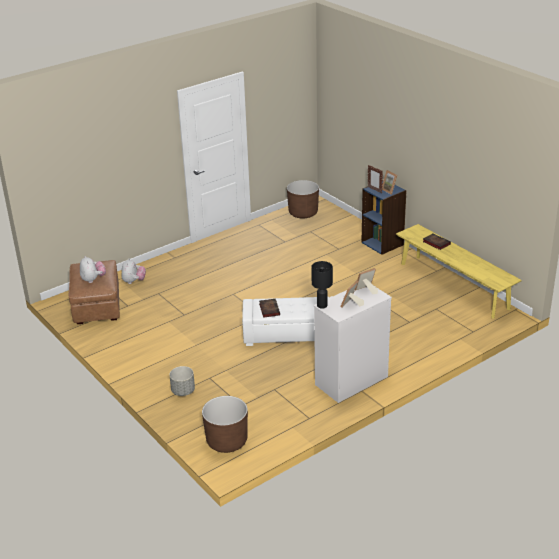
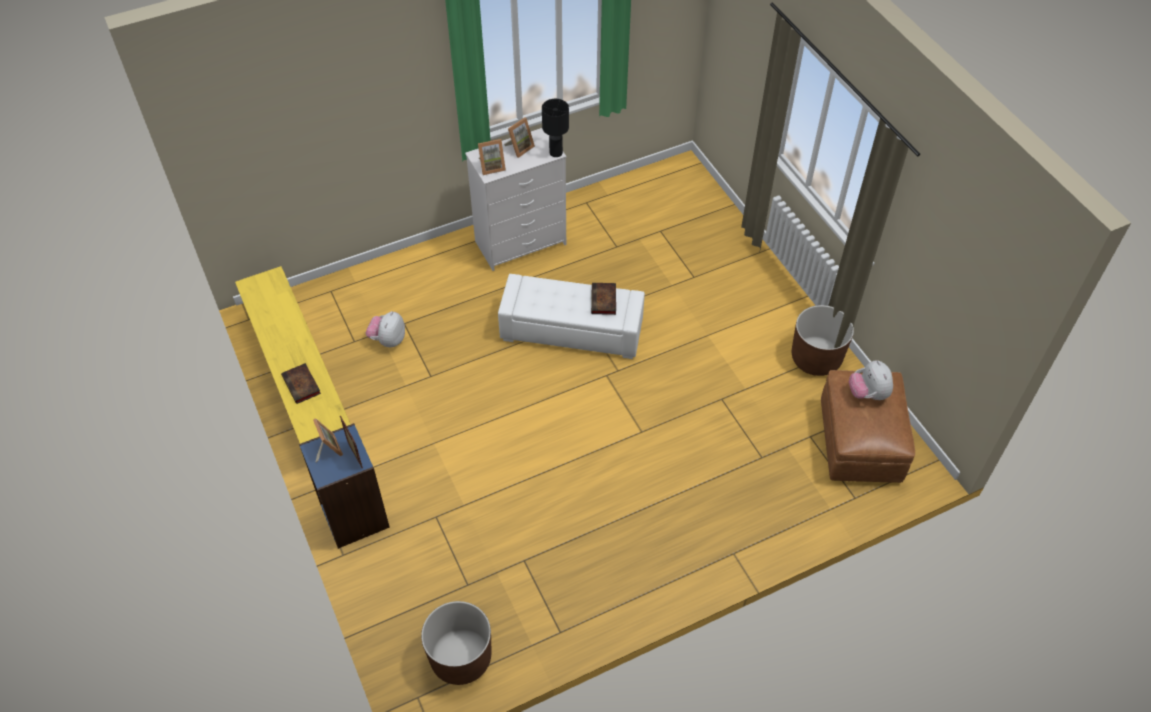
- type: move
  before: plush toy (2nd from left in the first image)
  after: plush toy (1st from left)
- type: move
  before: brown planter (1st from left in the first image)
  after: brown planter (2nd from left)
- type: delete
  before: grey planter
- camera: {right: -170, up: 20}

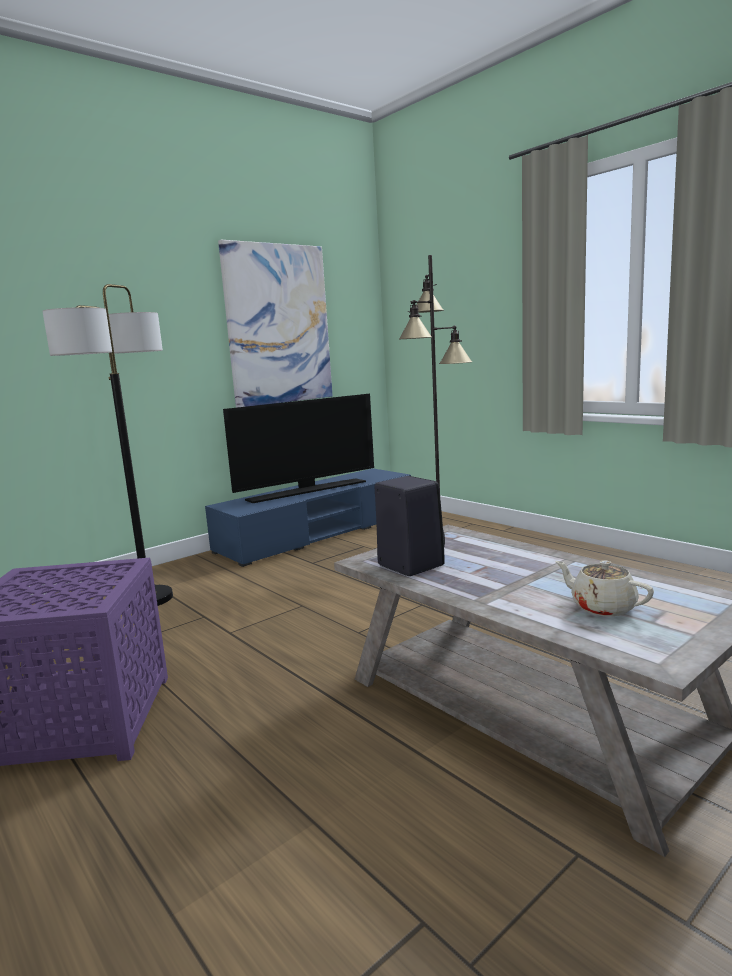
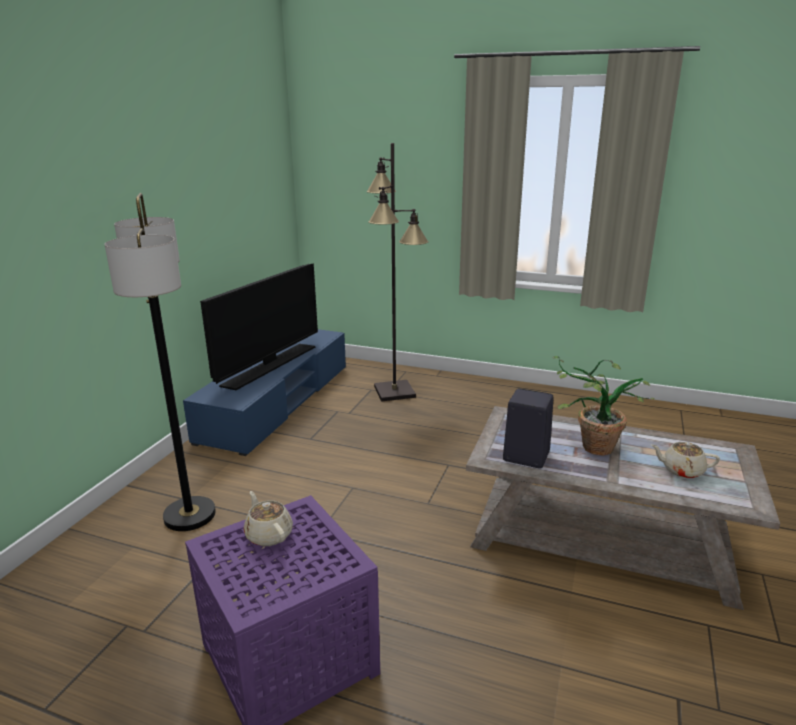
- type: insert
  after: beige teapot (1st from left)
- type: insert
  after: potted plant
- type: delete
  before: picture
- camera: {right: -30, up: 10}

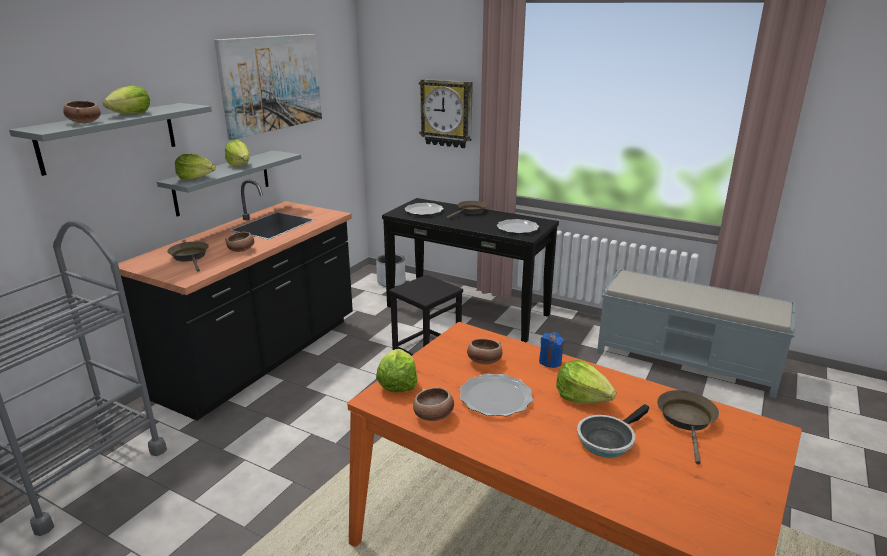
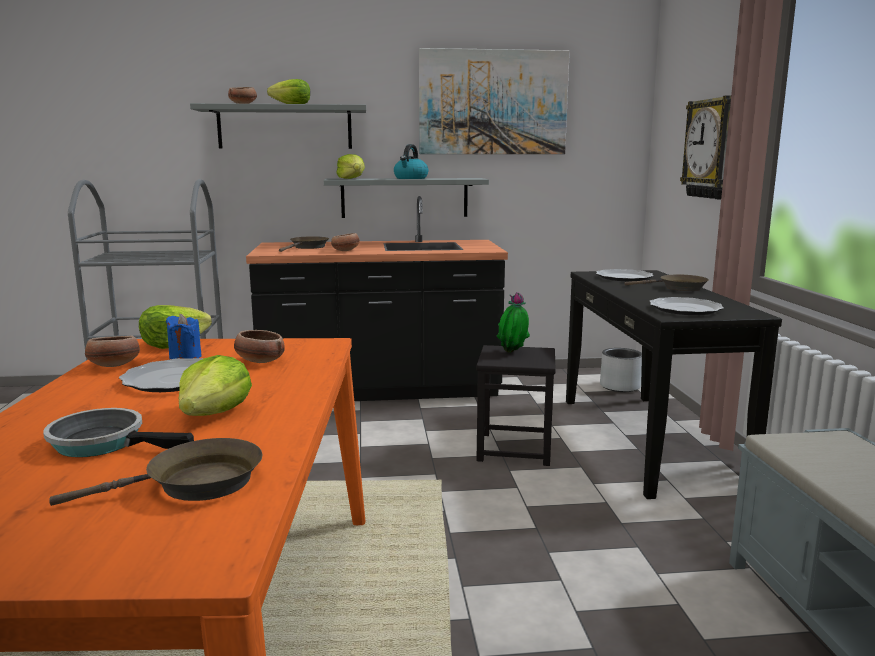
- type: move
  before: blue candle
- type: replace
  before: lettuce (3rd from left)
  after: kettle
- type: insert
  after: potted plant
- camera: {right: 55, up: -10}

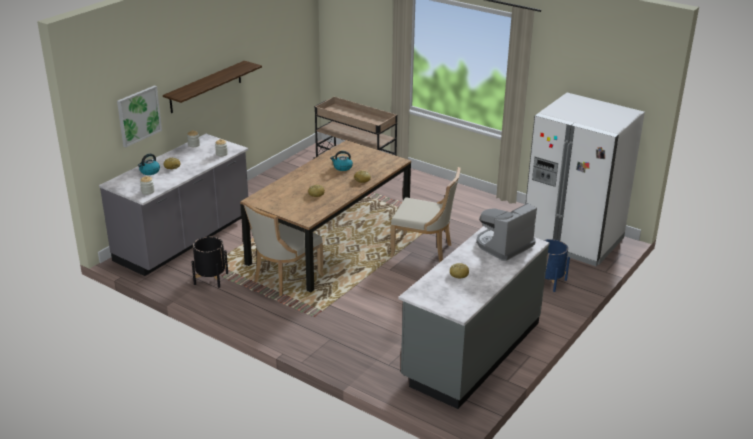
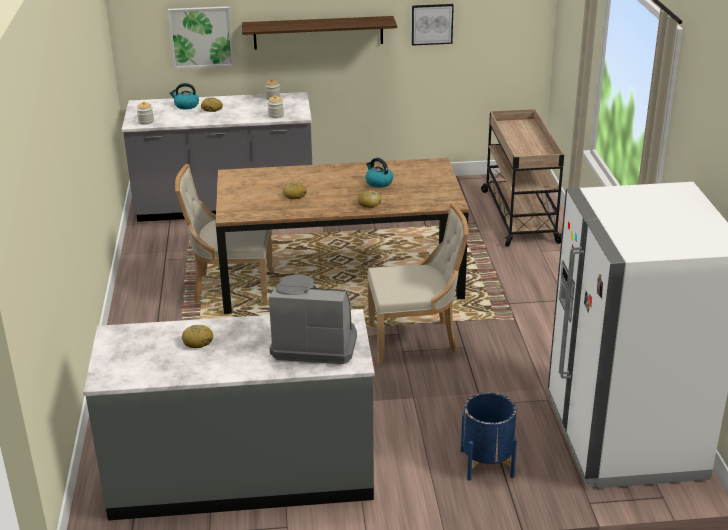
- type: rotate
  before: beige chair (2nd from left)
  turn: -75
- type: insert
  after: picture (2nd from left)
- type: delete
  before: black planter
- camera: {right: 50, up: 0}

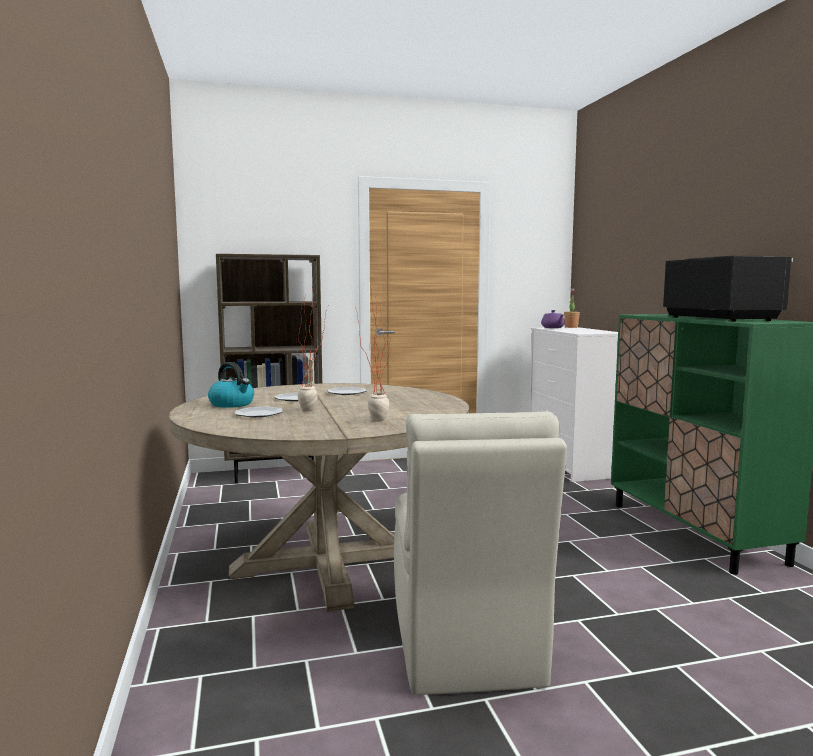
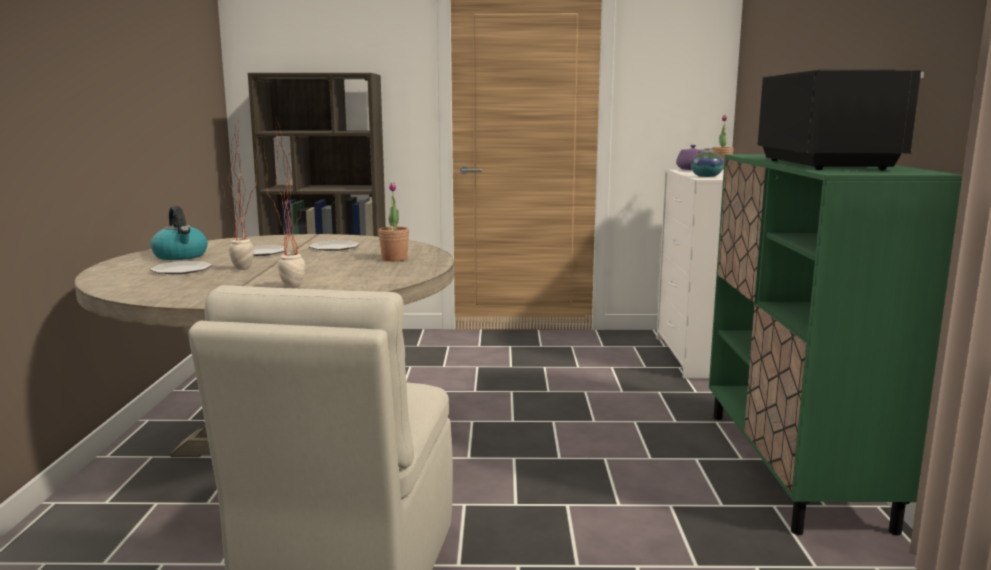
- type: insert
  after: potted plant (3rd from left)
- type: insert
  after: vase
- camera: {right: 15, up: 5}

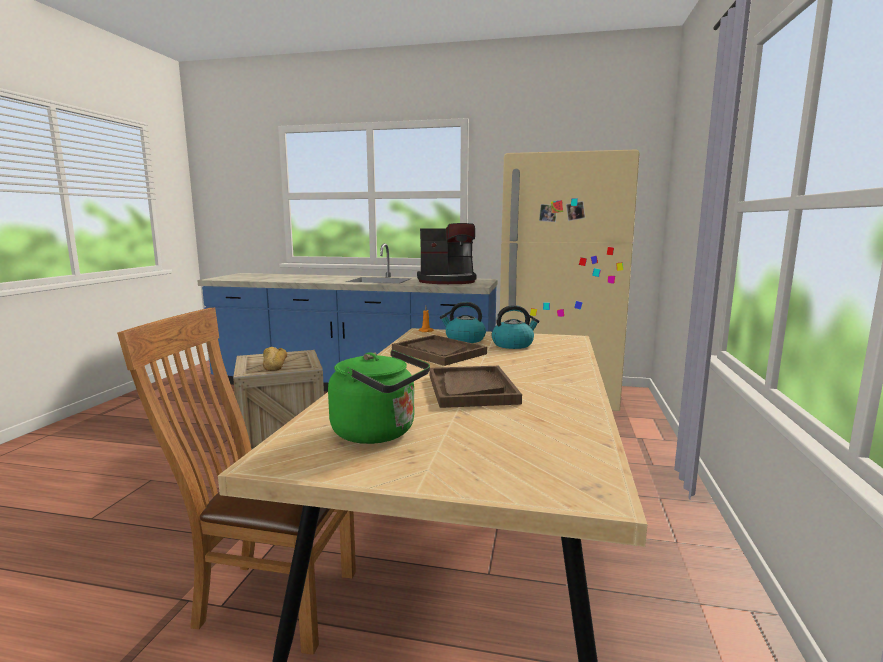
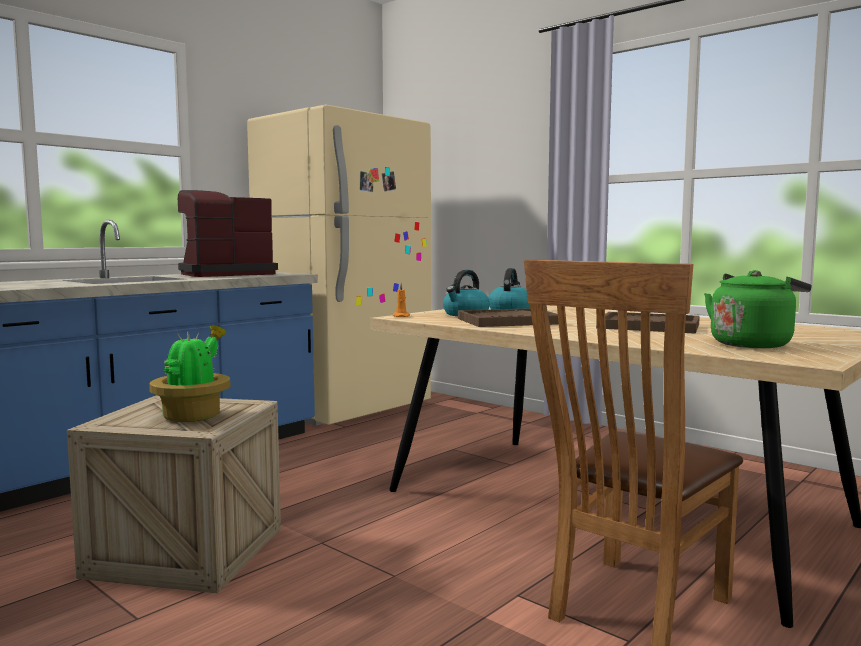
- type: replace
  before: bread
  after: potted plant
- type: rotate
  before: coffee machine
  turn: -150
- camera: {right: -60, up: -5}

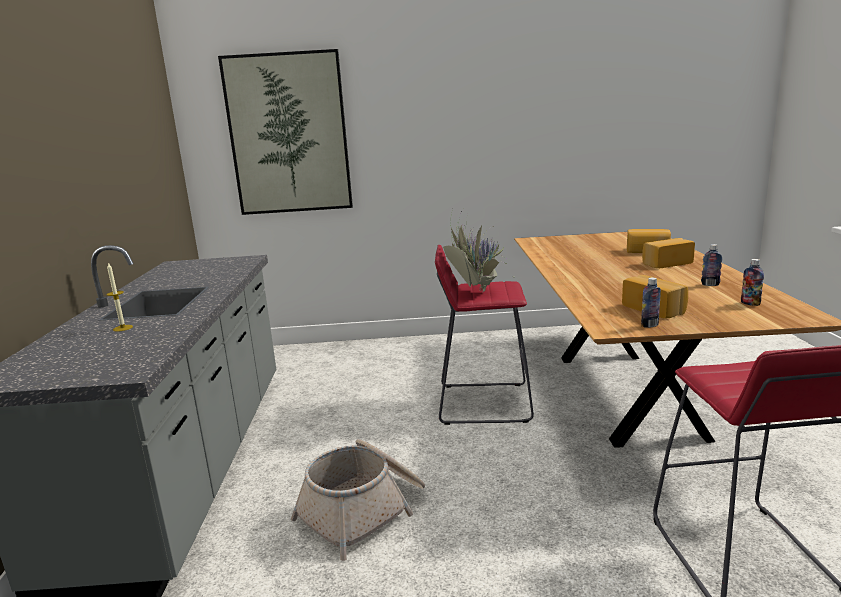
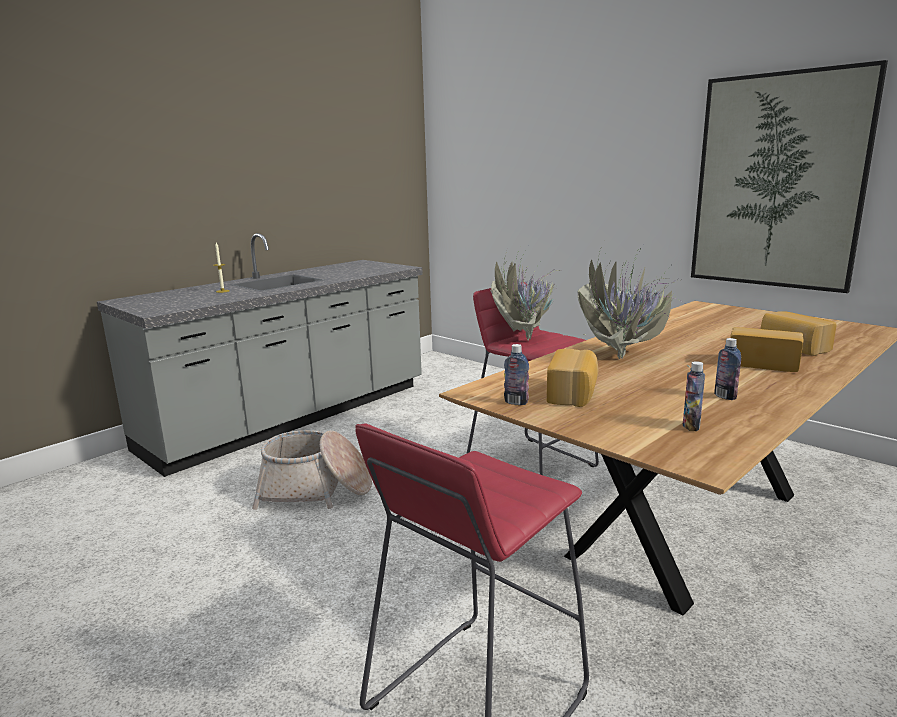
- type: insert
  after: potted plant (2nd from left)
- type: move
  before: picture
- camera: {right: 45, up: 0}

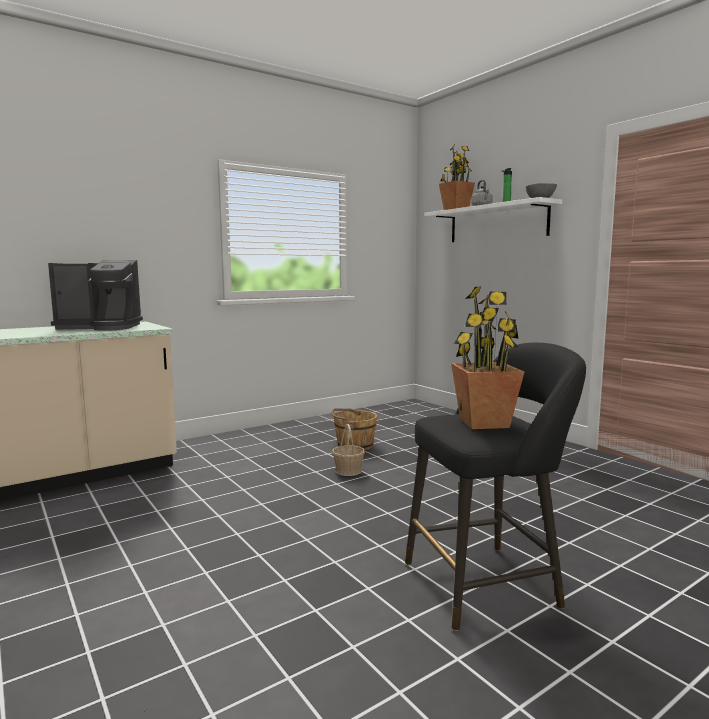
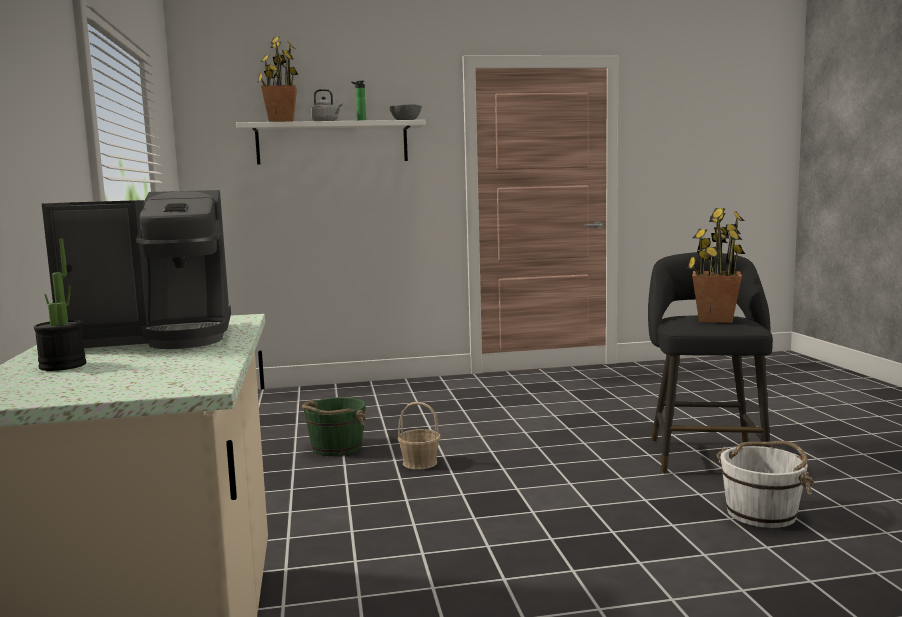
- type: insert
  after: potted plant (1st from left)
- type: rotate
  before: coffee machine
  turn: 60
- type: recolor
  before: brown bucket
  after: green bucket
- type: insert
  after: white bucket
- camera: {right: -65, up: 0}

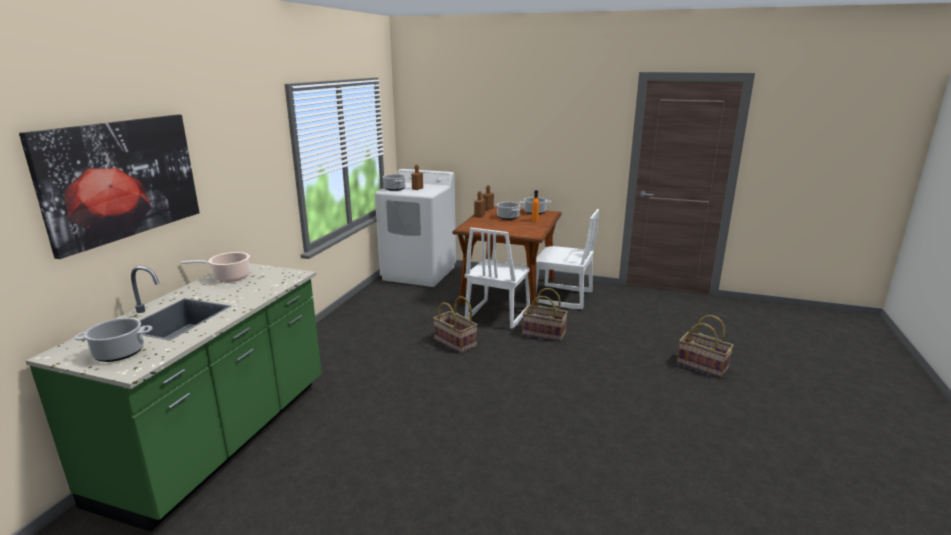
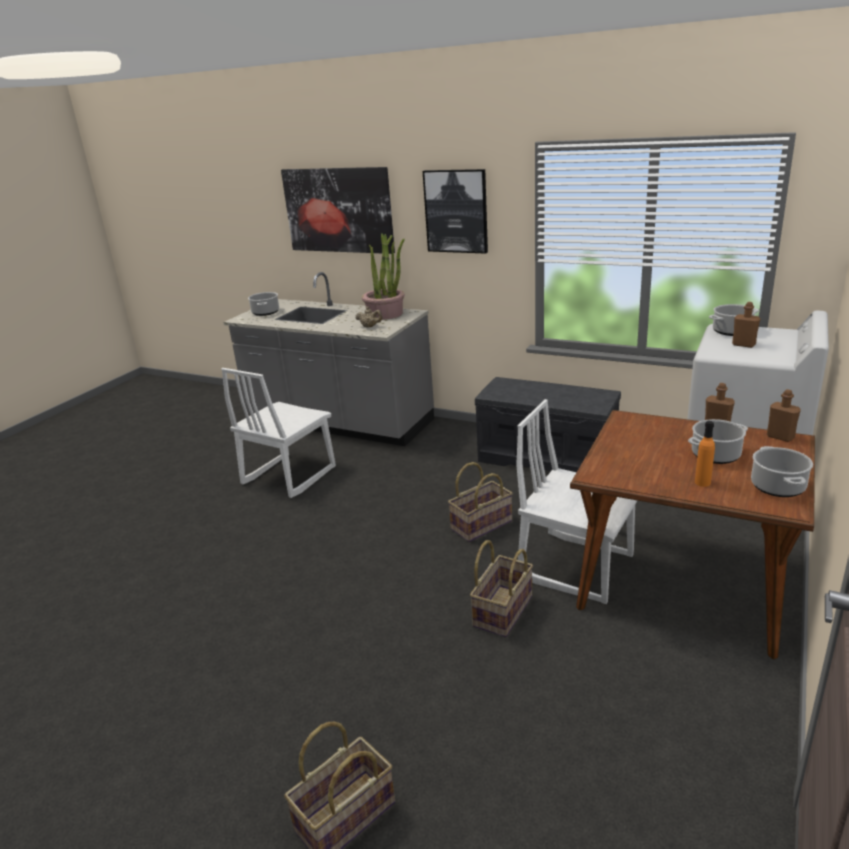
- type: move
  before: white chair (2nd from left in the first image)
  after: white chair (1st from left)
- type: recolor
  before: green counter
  after: grey counter
- type: insert
  after: beige teapot
- type: replace
  before: cooking pot (2nd from left)
  after: potted plant
- type: insert
  after: picture (2nd from left)
- type: insert
  after: grey bench
- camera: {right: 100, up: 5}

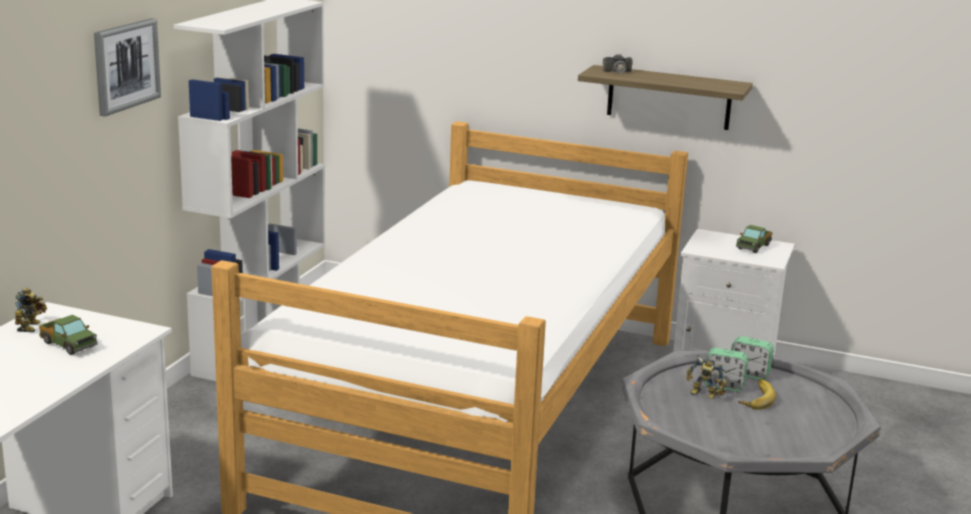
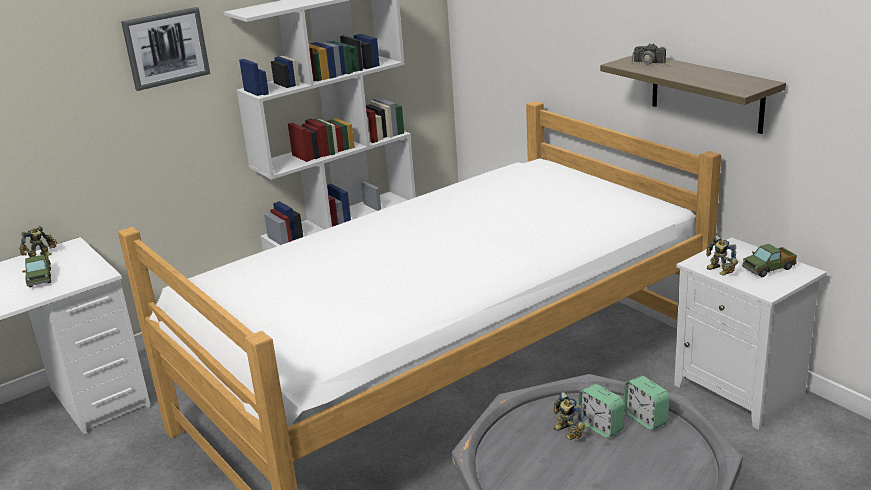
- type: insert
  after: toy robot (3rd from left)
- type: delete
  before: banana
- camera: {right: 35, up: 5}

